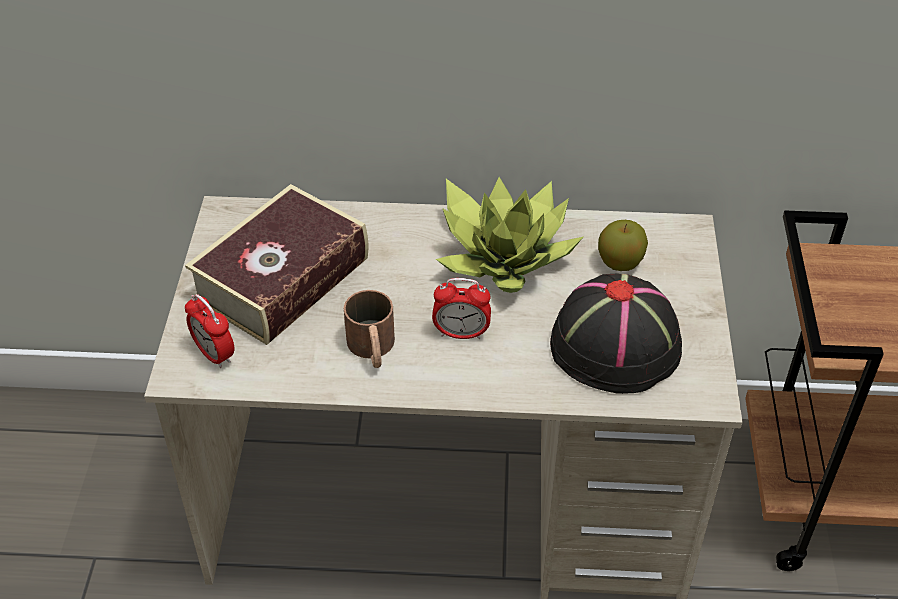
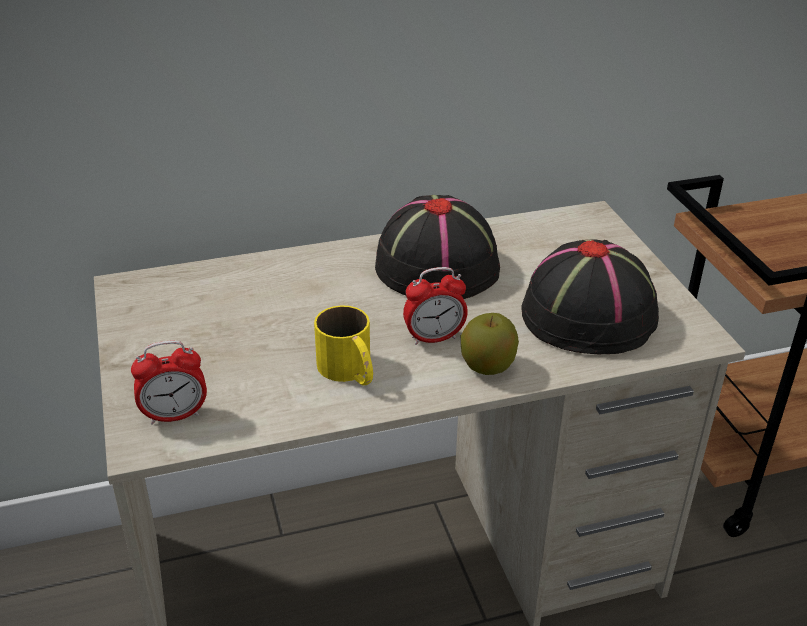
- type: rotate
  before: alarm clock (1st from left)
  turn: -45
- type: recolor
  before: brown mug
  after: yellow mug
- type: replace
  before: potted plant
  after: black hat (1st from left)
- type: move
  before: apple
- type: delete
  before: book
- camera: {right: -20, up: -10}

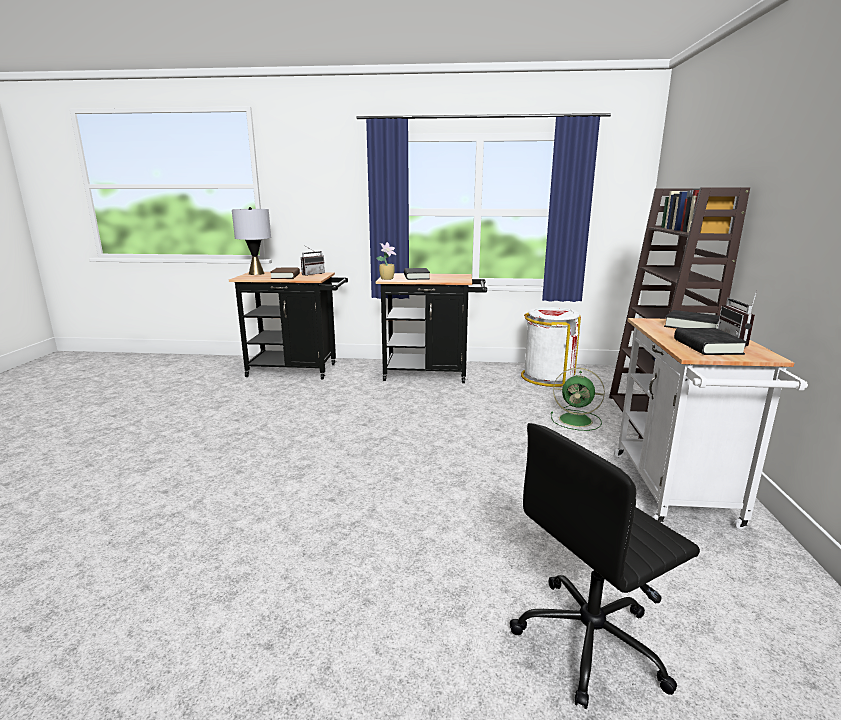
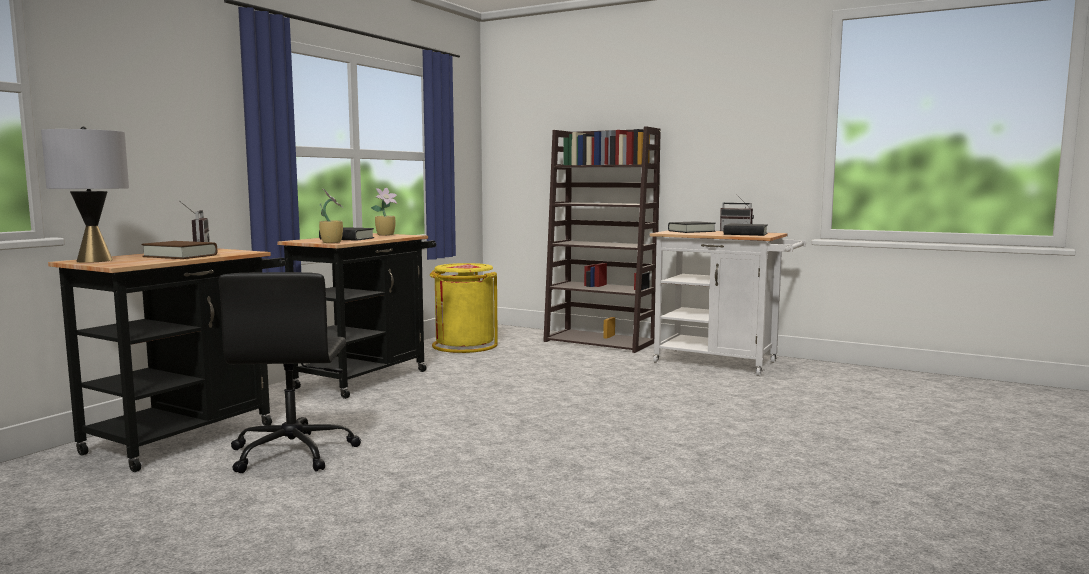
- type: move
  before: black office chair
- type: insert
  after: potted plant (2nd from left)
- type: recolor
  before: white trash can
  after: yellow trash can
- type: delete
  before: green fan
- camera: {right: -65, up: -10}

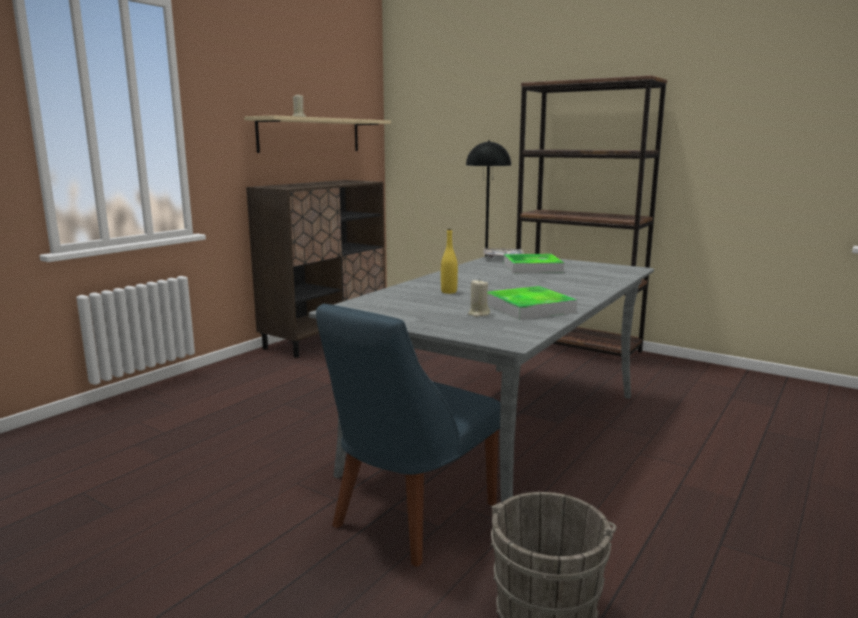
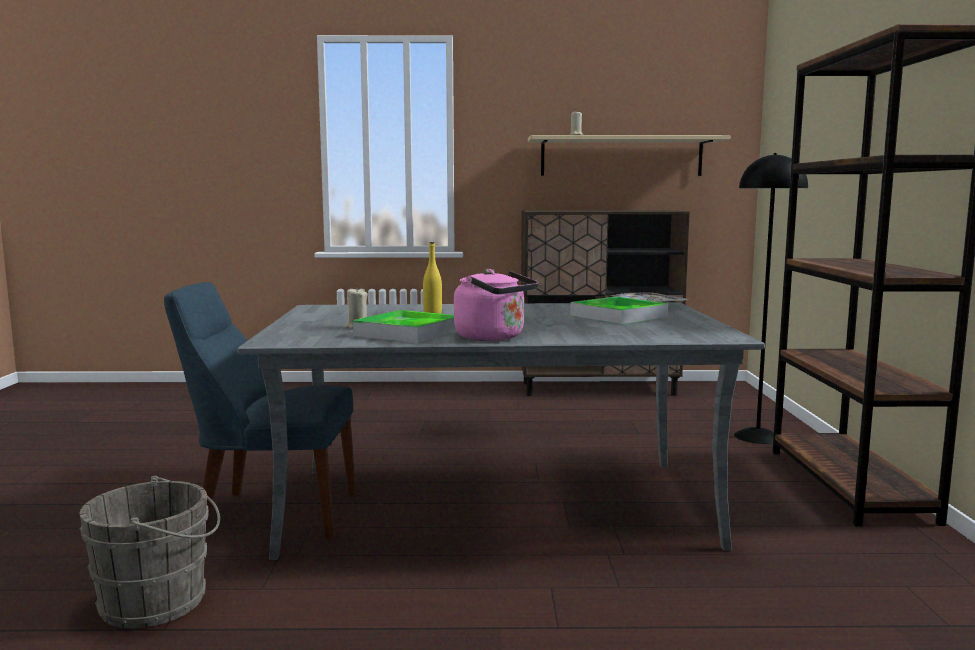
- type: insert
  after: pink kettle
- camera: {right: 55, up: -5}

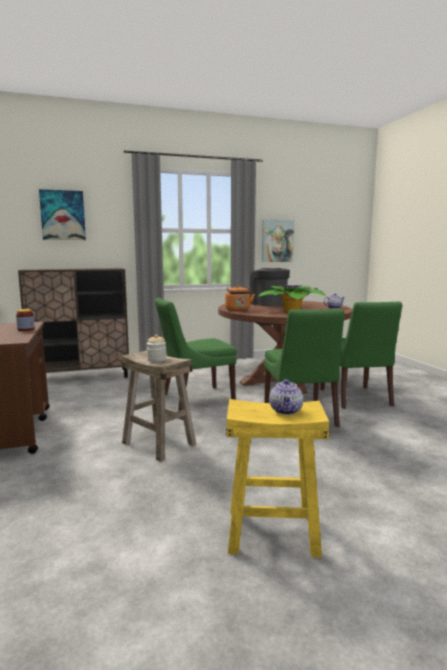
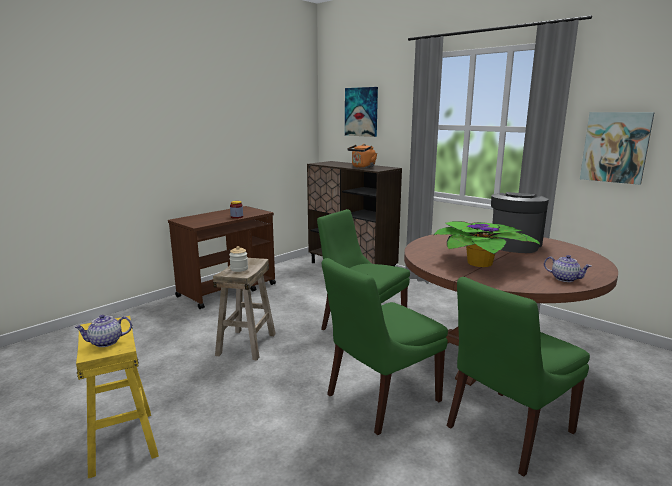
- type: move
  before: orange kettle
- camera: {right: 60, up: 5}

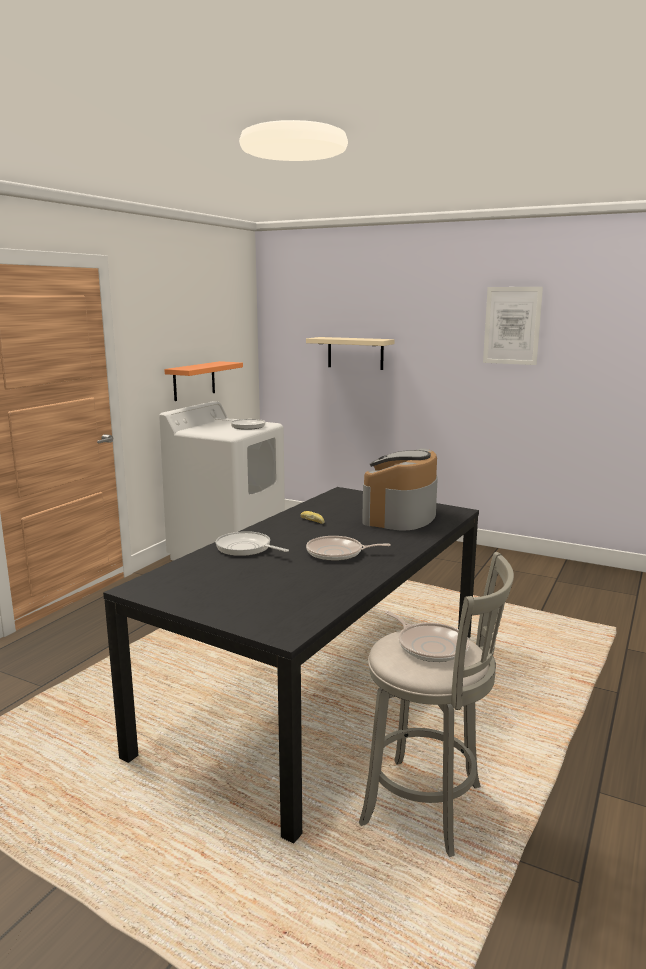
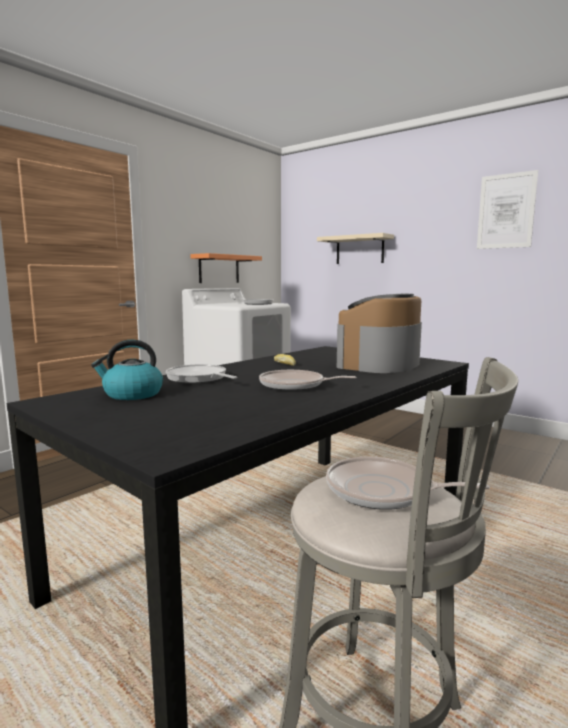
- type: insert
  after: kettle
- type: rotate
  before: frying pan (4th from left)
  turn: 135
- camera: {right: 10, up: -5}

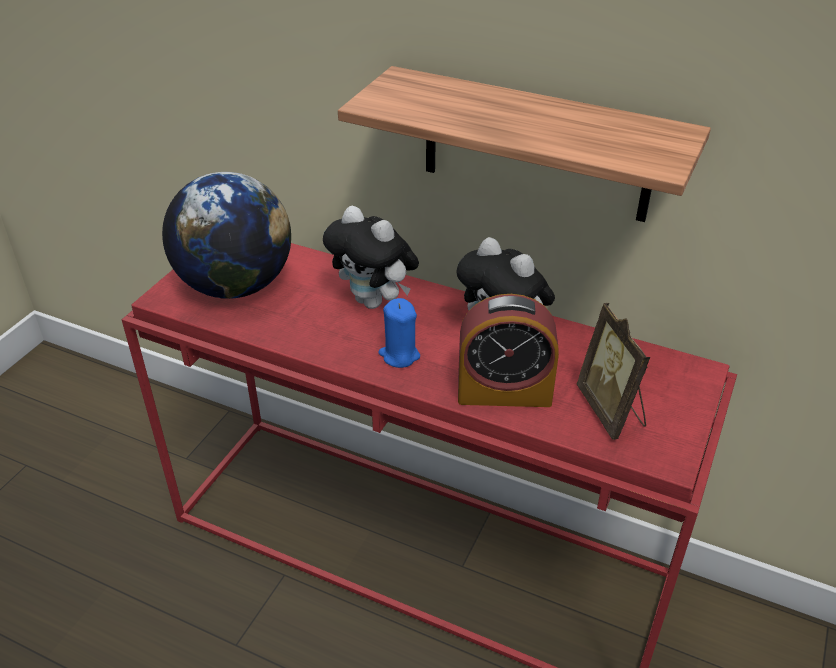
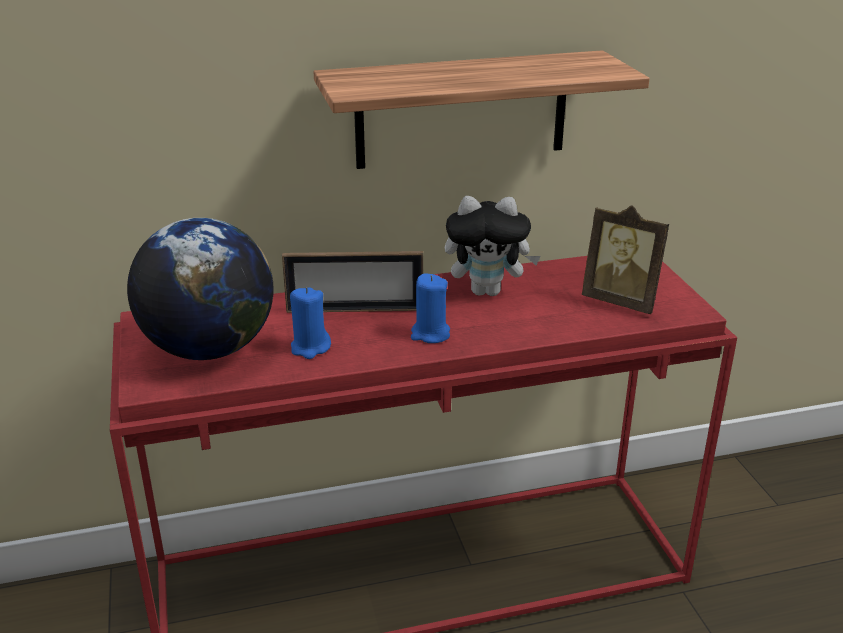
- type: replace
  before: plush toy (1st from left)
  after: picture frame (1st from left)
- type: insert
  after: blue candle (1st from left)
- type: delete
  before: alarm clock
- camera: {right: -40, up: -10}

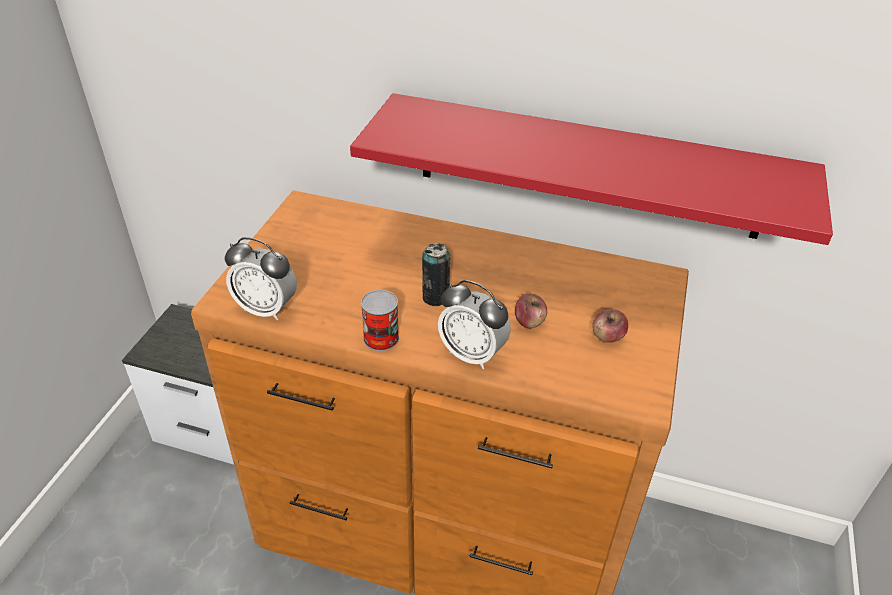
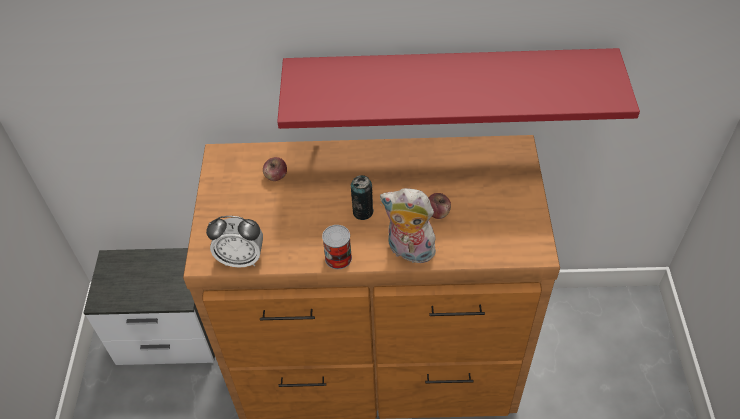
- type: move
  before: apple (2nd from left in the first image)
  after: apple (1st from left)
- type: replace
  before: alarm clock (2nd from left)
  after: plush toy
- camera: {right: -15, up: 10}

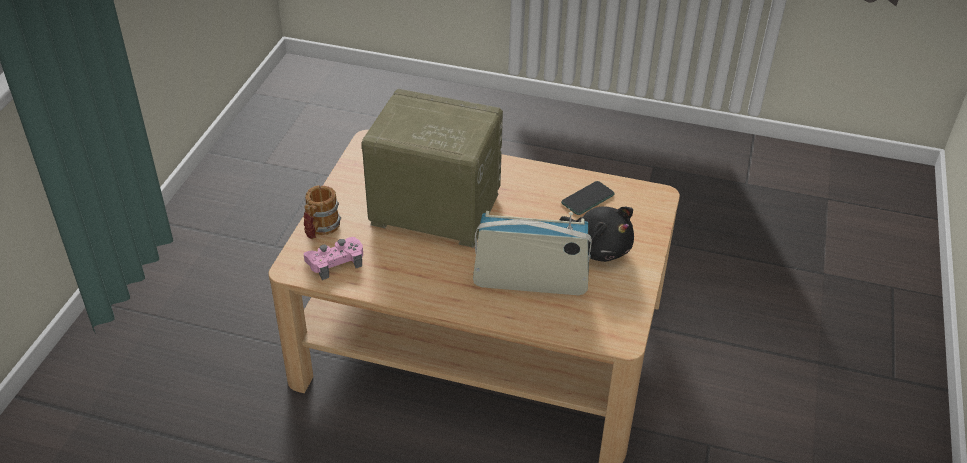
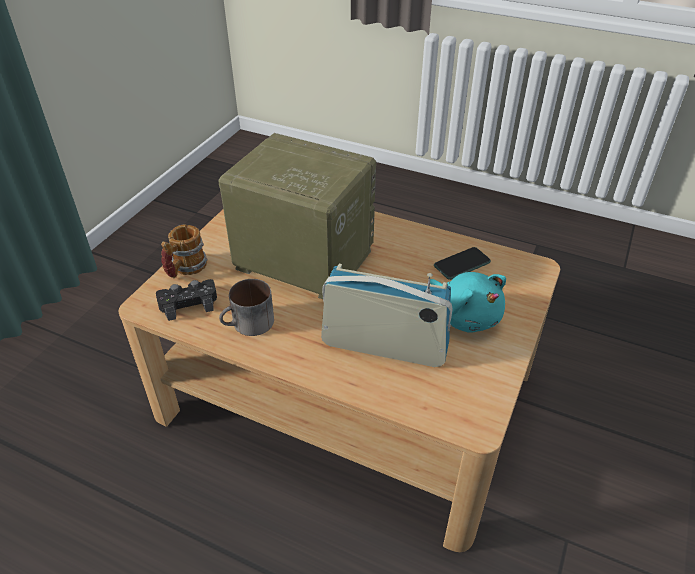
- type: recolor
  before: pink game controller
  after: black game controller
- type: insert
  after: mug (2nd from left)
- type: recolor
  before: black plush toy
  after: turquoise plush toy
- camera: {right: 10, up: 0}

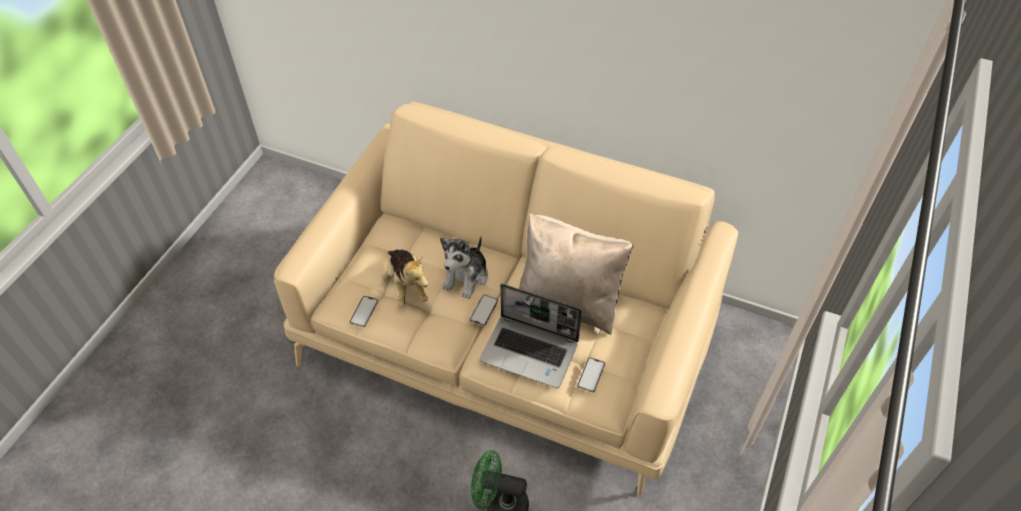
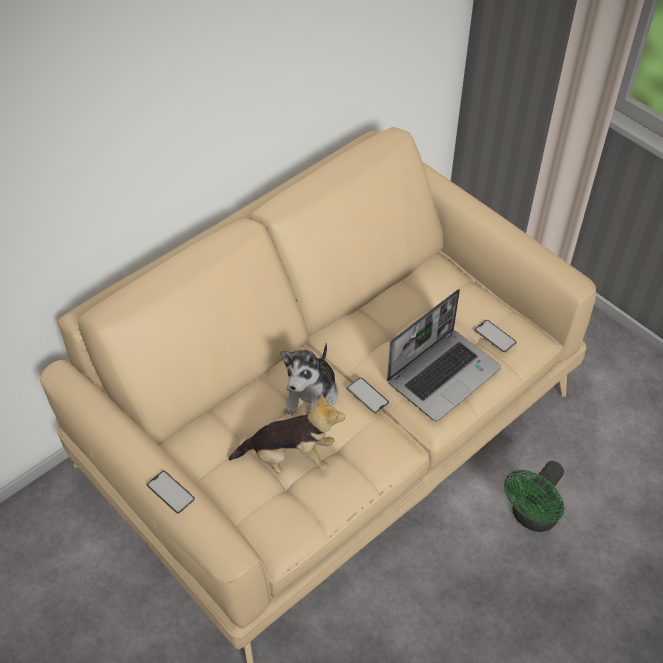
- type: move
  before: phone (1st from left)
- type: rotate
  before: plush toy (2nd from left)
  turn: 60
- type: delete
  before: beige pillow
- camera: {right: -65, up: 0}

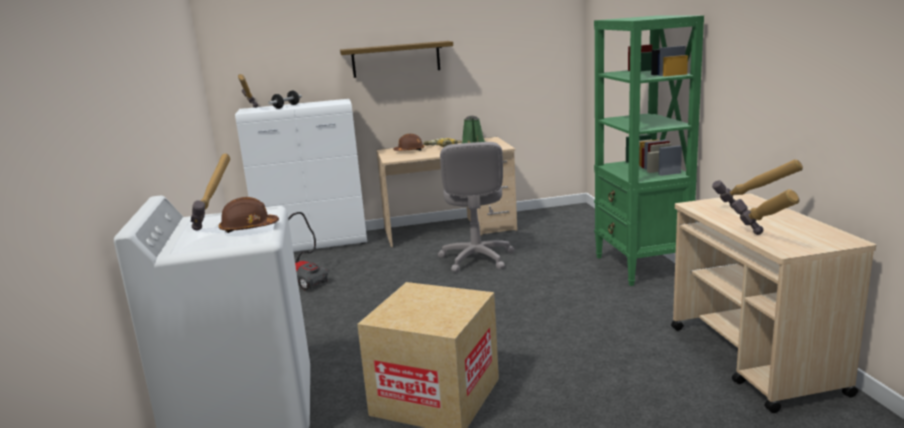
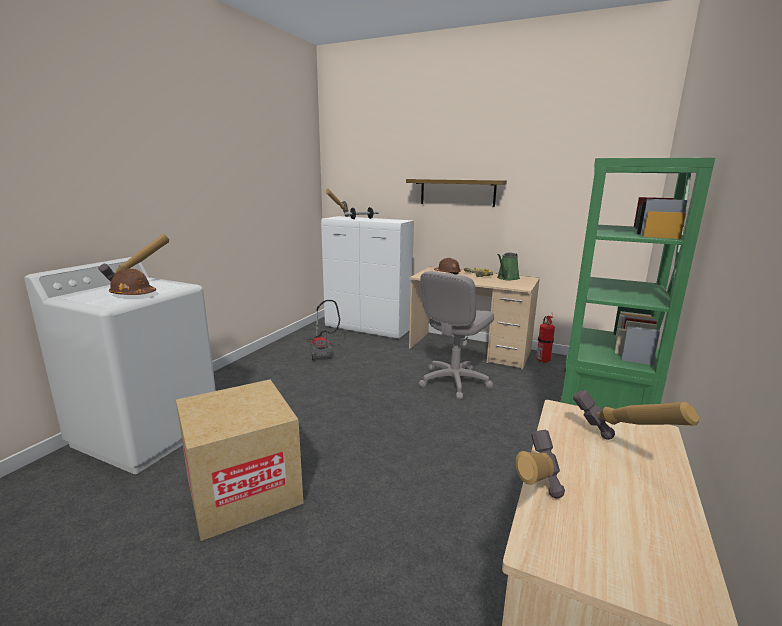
- type: insert
  after: fire extinguisher
- camera: {right: 35, up: 0}

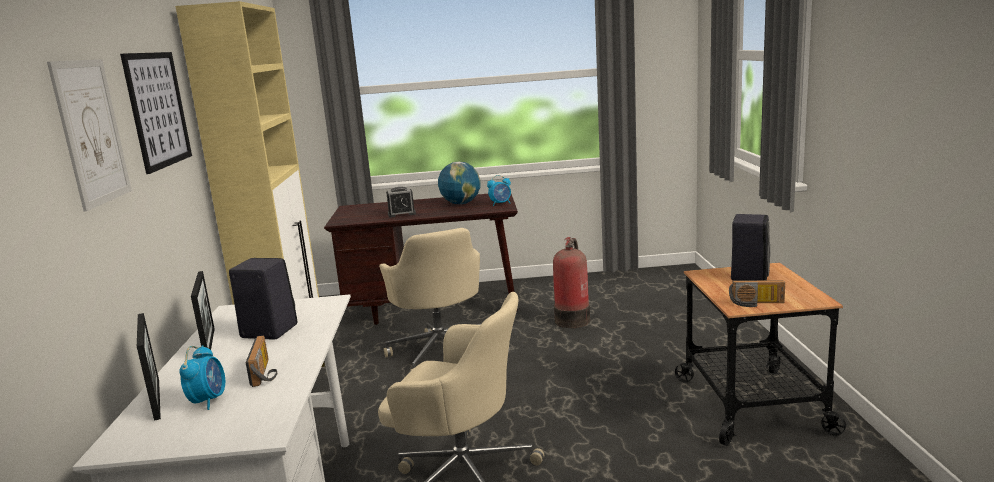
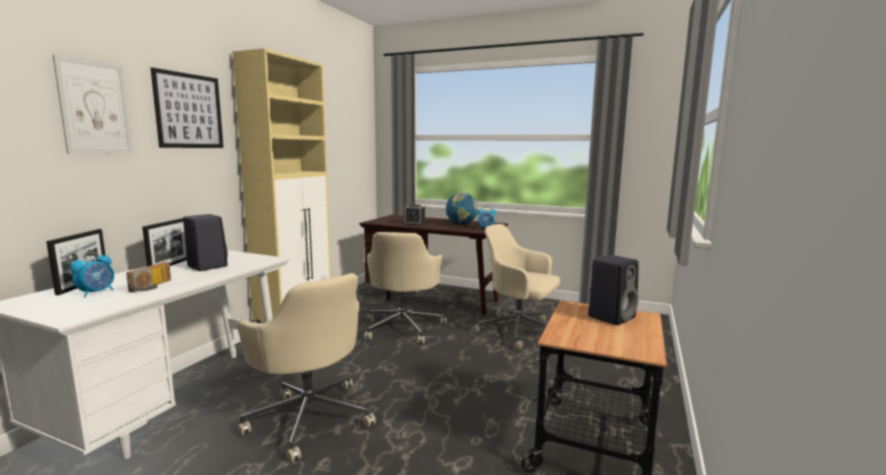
- type: replace
  before: fire extinguisher
  after: beige office chair (3rd from left)
- type: delete
  before: radio (2nd from left)
- camera: {right: 25, up: -5}

